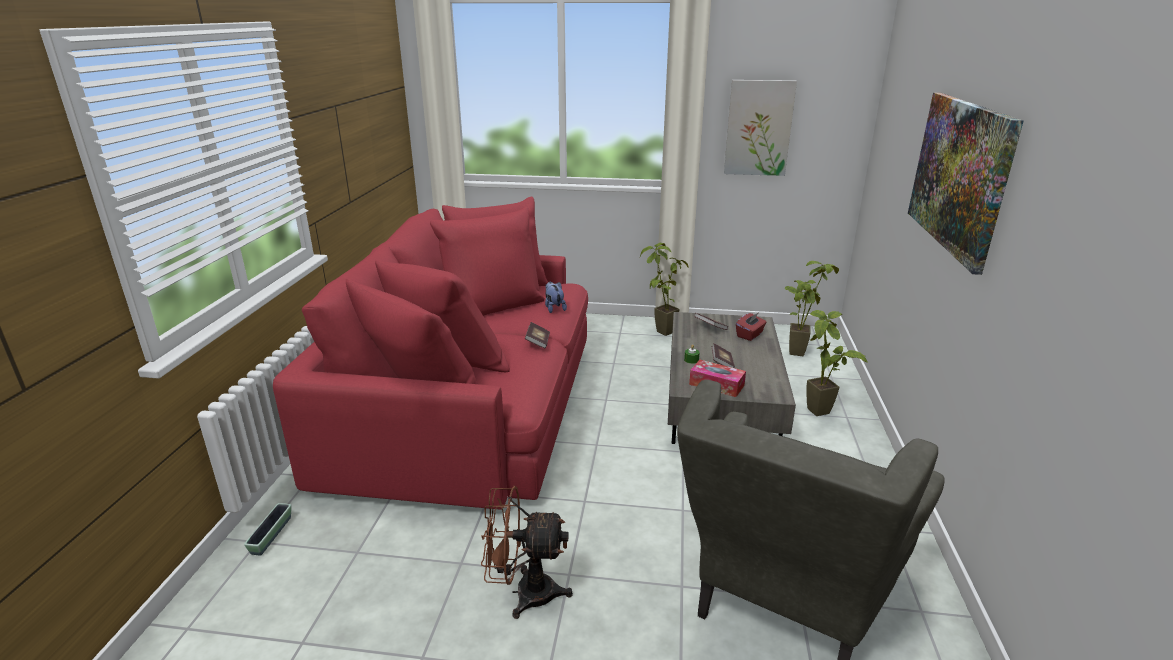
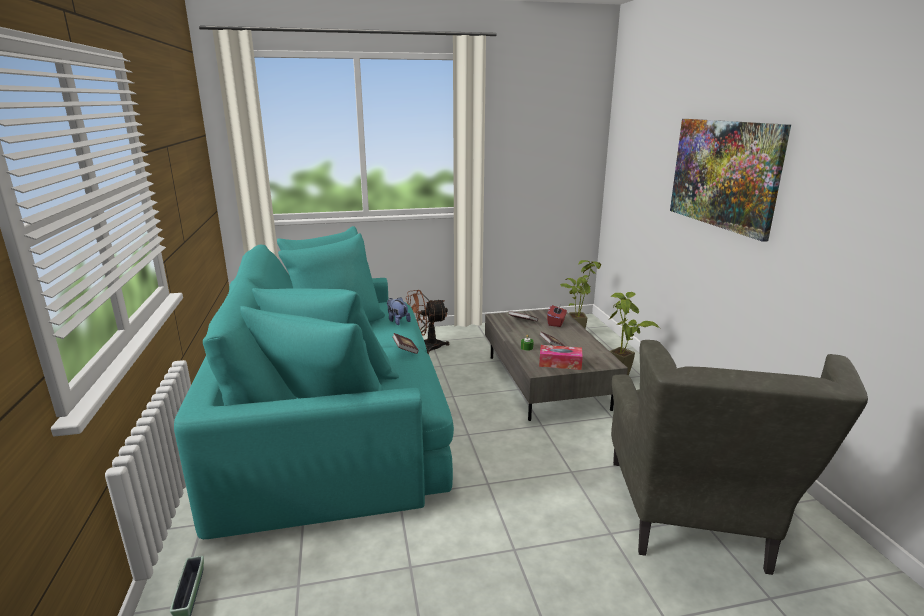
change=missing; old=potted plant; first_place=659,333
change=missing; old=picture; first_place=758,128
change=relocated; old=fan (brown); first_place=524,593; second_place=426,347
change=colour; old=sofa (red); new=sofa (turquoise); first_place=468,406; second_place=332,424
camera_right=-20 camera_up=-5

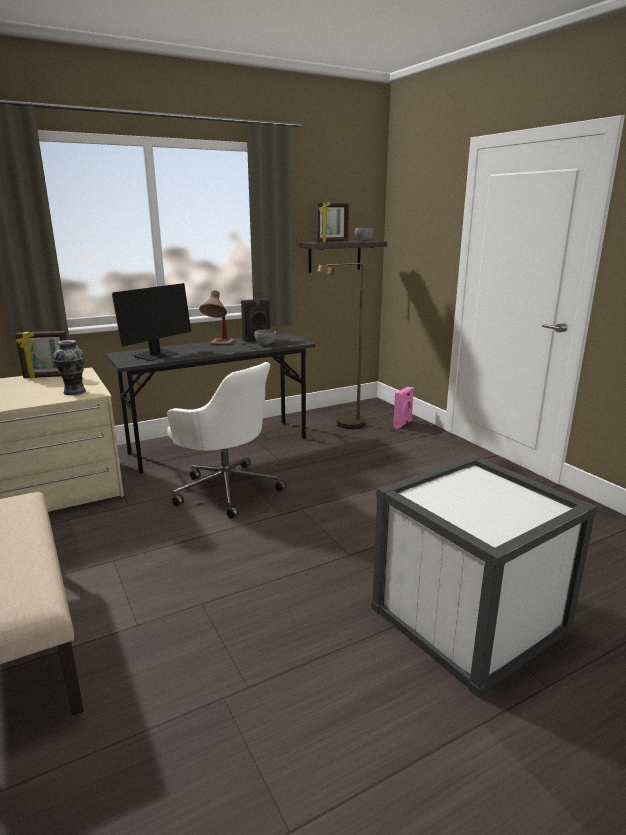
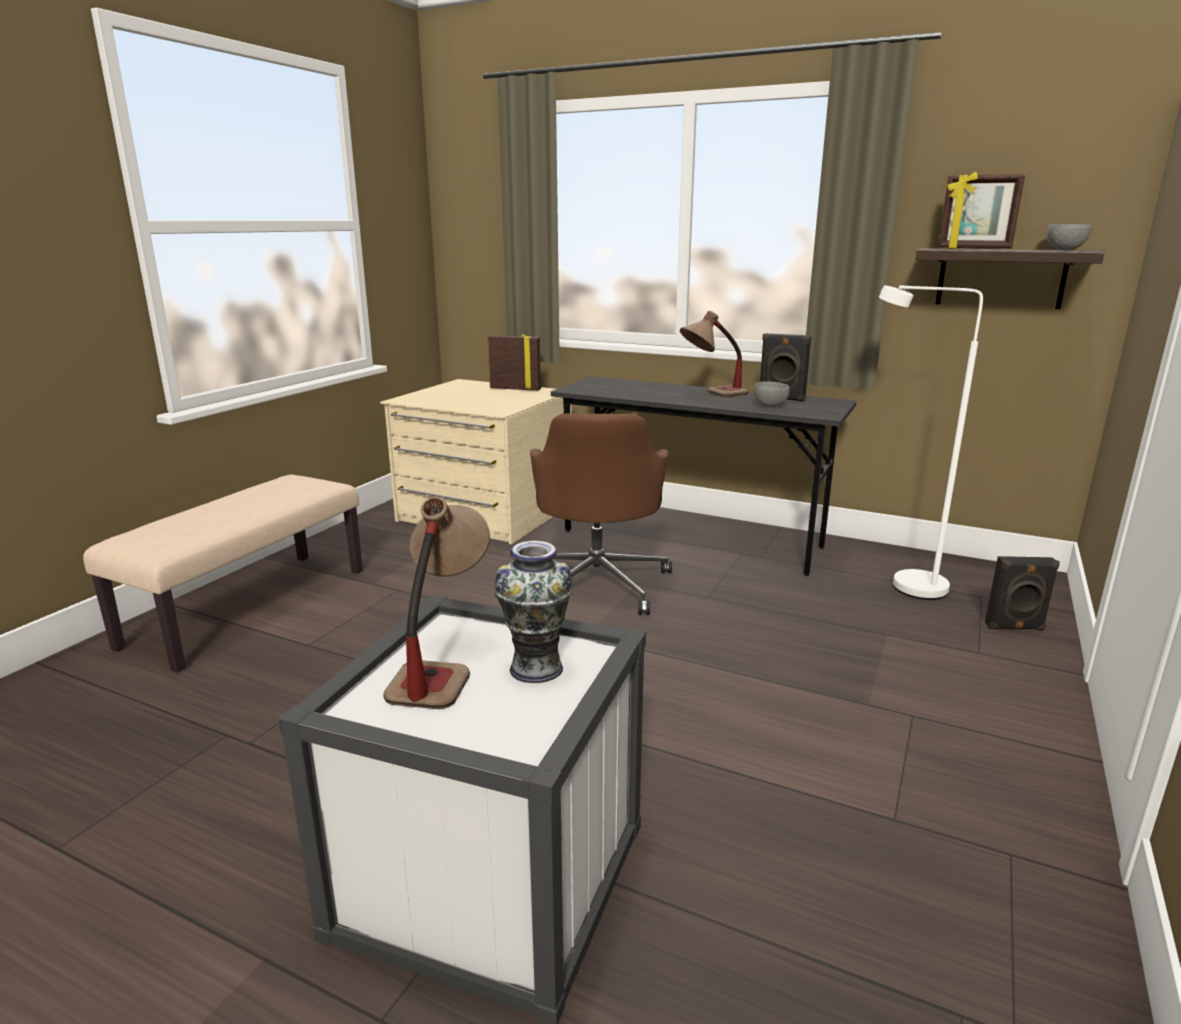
change=missing; old=monitor; first_place=155,355
change=appeared; new=table lamp; second_place=441,665
change=relocated; old=vase; first_place=74,392; second_place=536,669
change=colour; old=office chair (white); new=office chair (brown); first_place=226,489; second_place=598,583
change=colour; old=floor lamp (brown); new=floor lamp (white); first_place=344,425; second_place=903,586
change=colour; old=speaker (pink); new=speaker (black); first_place=403,424; second_place=1014,627
change=spun; old=picture frame; first_place=47,377; second_place=515,389; degrees=150
camera_right=55 camera_up=0

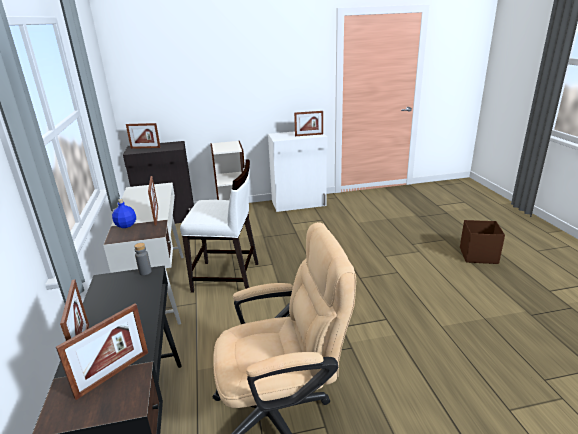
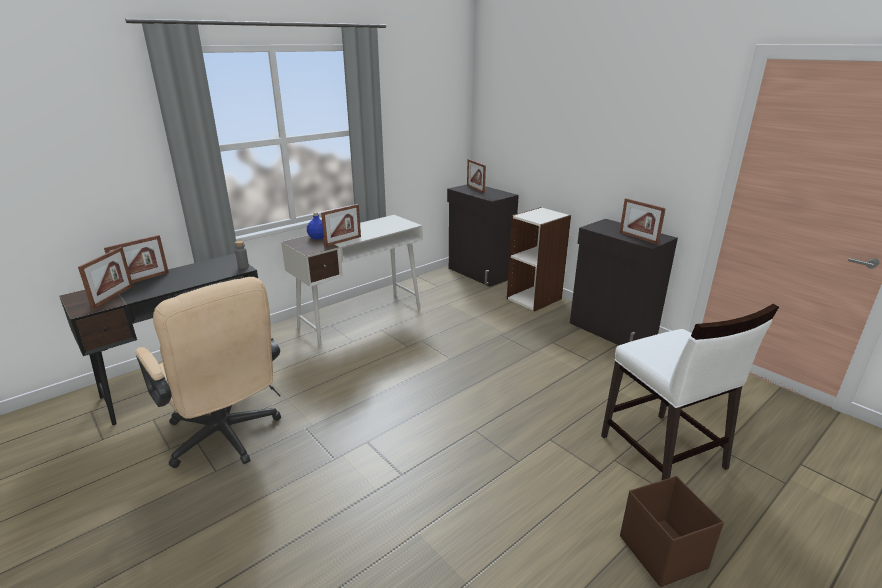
change=relocated; old=chair (white); first_place=227,277; second_place=662,452
change=colour; old=cabinet (white); new=cabinet (black); first_place=299,203; second_place=611,331
change=spun; old=picture frame; first_place=113,374; second_place=113,297; degrees=-90
camera_right=60 camera_up=0

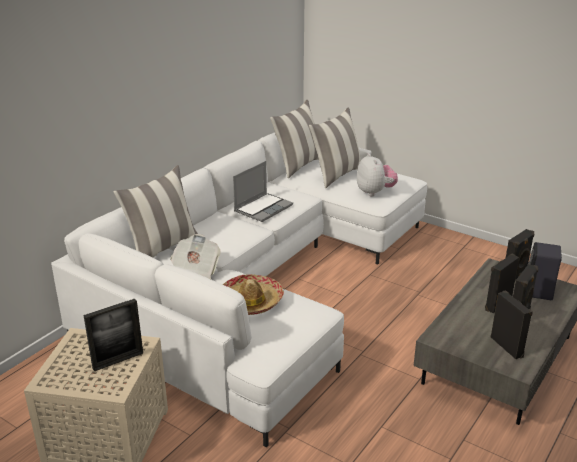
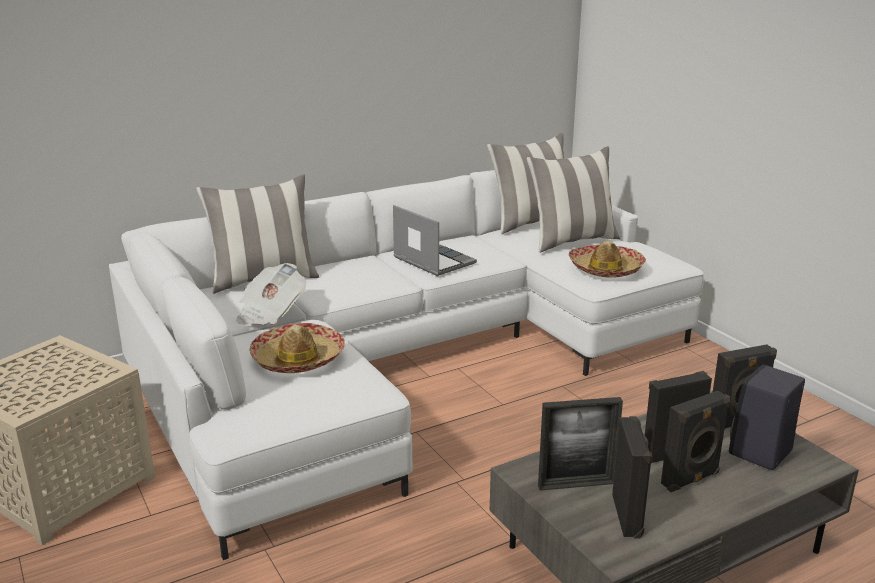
change=relocated; old=picture frame; first_place=118,360; second_place=576,484
change=exchanged; old=plush toy; new=hat; first_place=375,192; second_place=606,269
change=spun; old=laptop; first_place=263,208; second_place=432,261; degrees=-105
camera_right=25 camera_up=-5

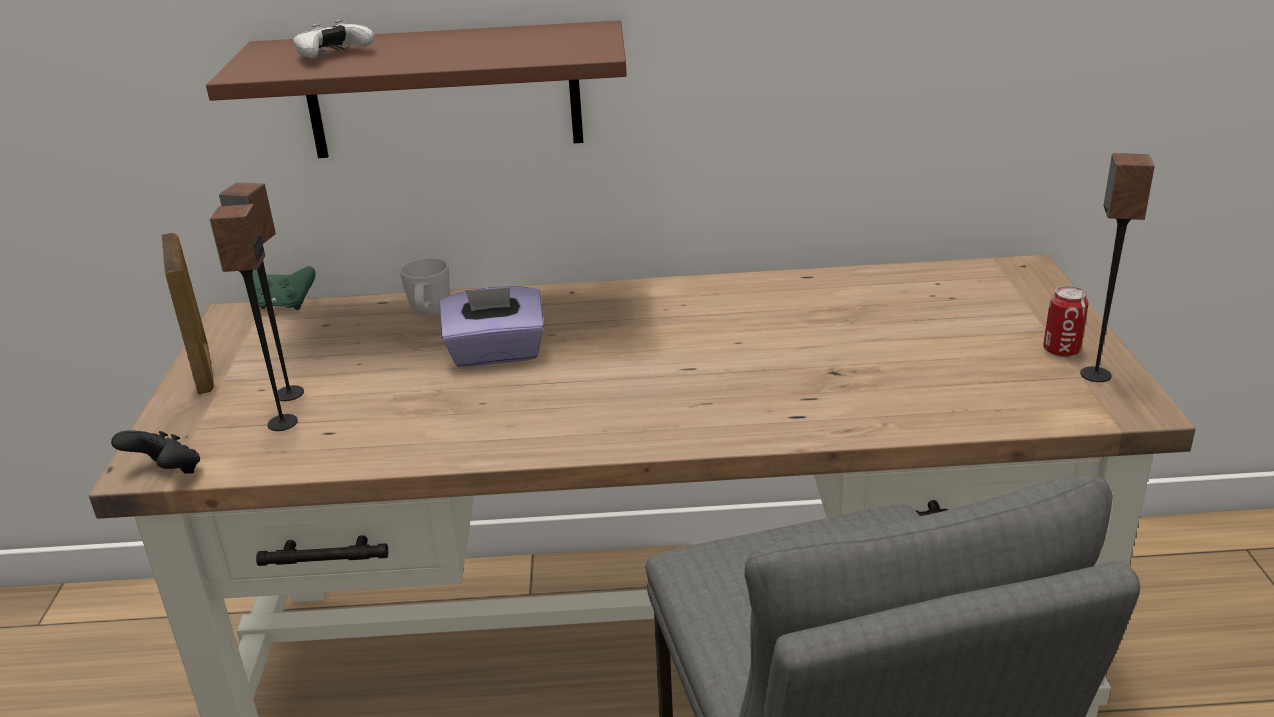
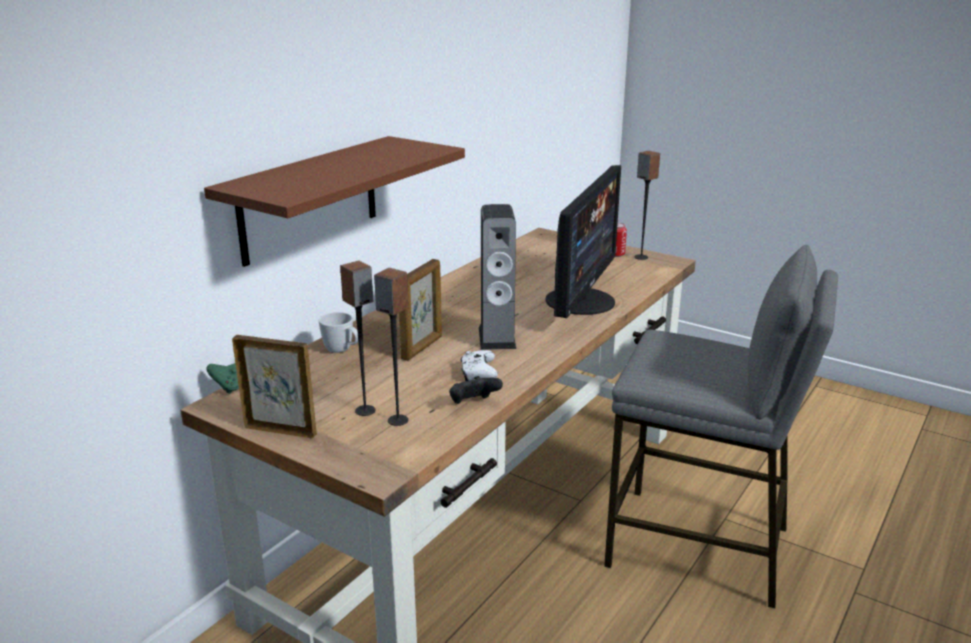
change=appeared; new=speaker; second_place=497,337
change=appeared; new=monitor; second_place=581,301
change=relocated; old=game controller (black); first_place=167,473; second_place=473,404
change=relocated; old=game controller (white); first_place=332,54; second_place=478,373
change=exchanged; old=tissue box (purple); new=picture frame; first_place=496,354; second_place=422,347
camera_right=-55 camera_up=-5

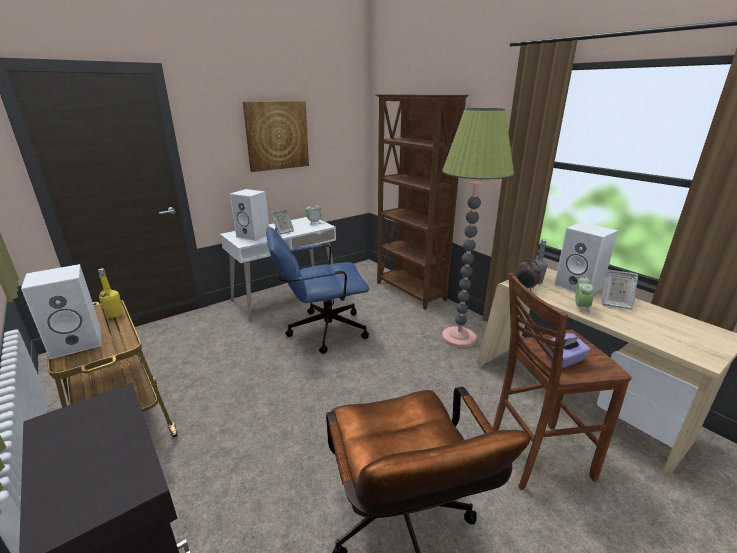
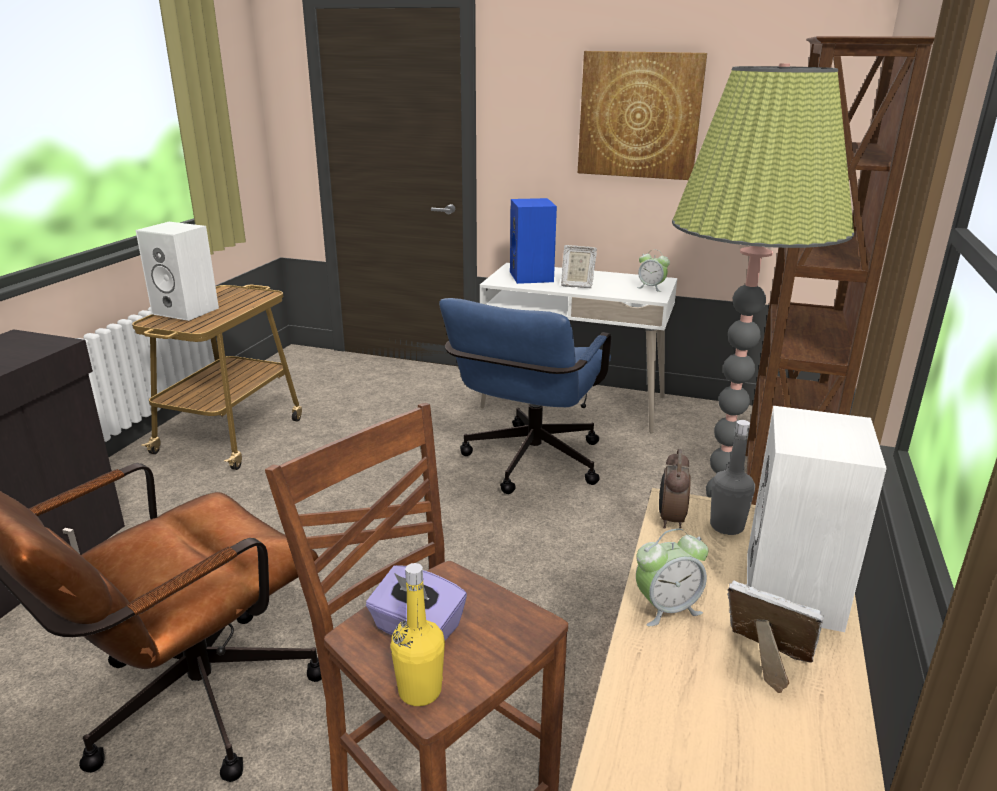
change=relocated; old=bottle (yellow); first_place=114,314; second_place=420,691
change=colour; old=speaker (white); new=speaker (blue); first_place=254,235; second_place=532,277
change=spun; old=office chair (blue); first_place=320,331; second_place=528,466; degrees=-105
change=spun; old=picture frame; first_place=614,304; second_place=766,663; degrees=135
camera_right=55 camera_up=0

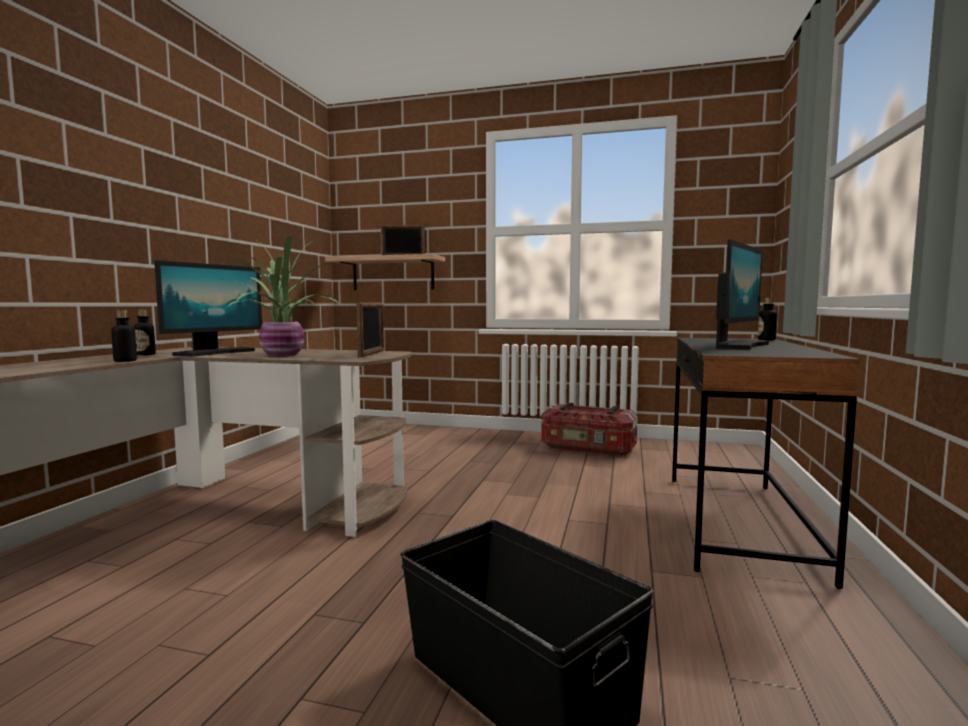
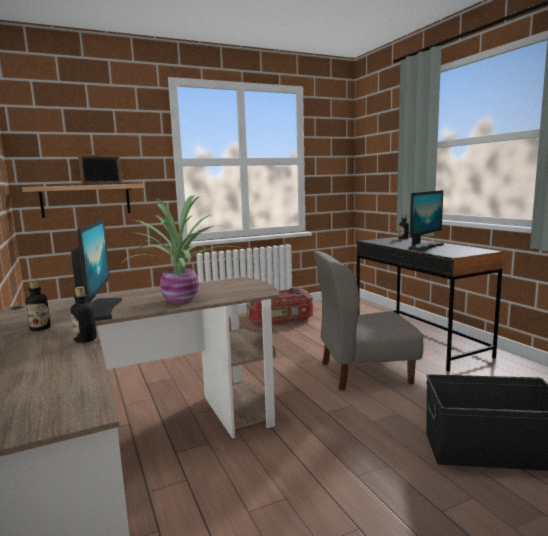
change=missing; old=picture frame; first_place=371,354
change=appeared; new=chair (grey); second_place=364,372
change=spun; old=monitor; first_place=739,346; second_place=424,246; degrees=45
camera_right=-40 camera_up=5

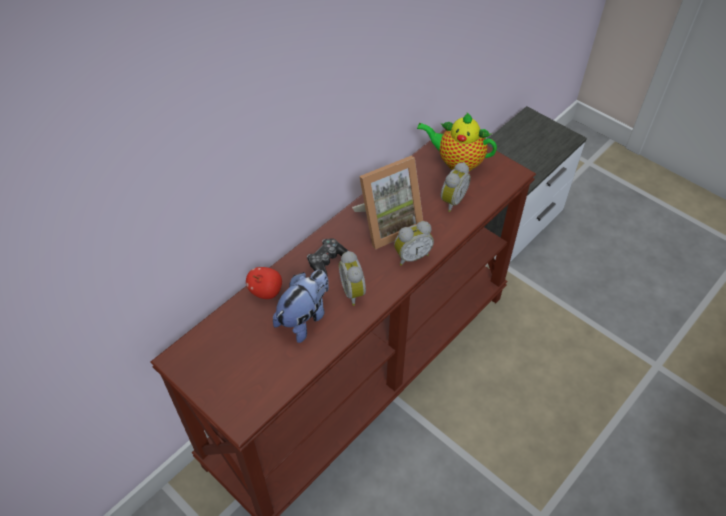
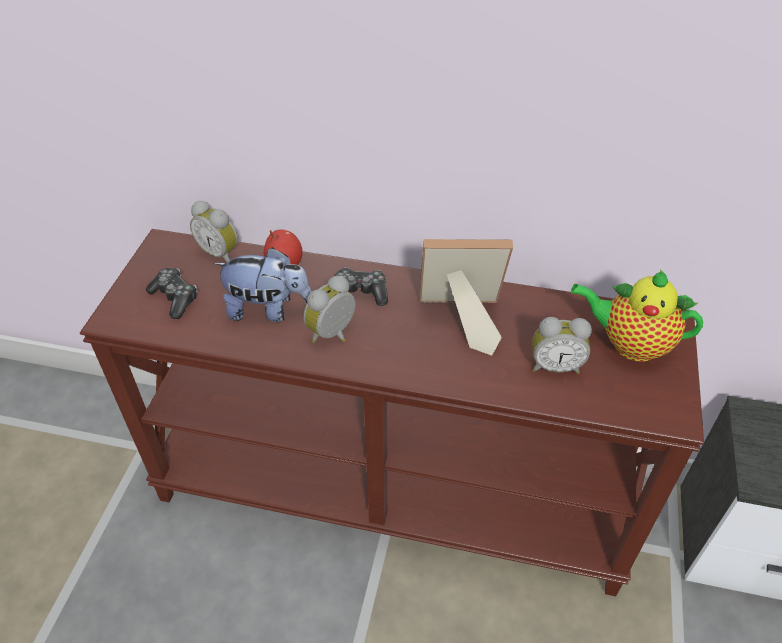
change=appeared; new=game controller; second_place=175,298
change=relocated; old=alarm clock; first_place=411,256; second_place=221,253
change=spun; old=picture frame; first_place=387,224; second_place=460,320; degrees=150
change=spun; old=teapot; first_place=457,162; second_place=629,344; degrees=-60
camera_right=60 camera_up=-5

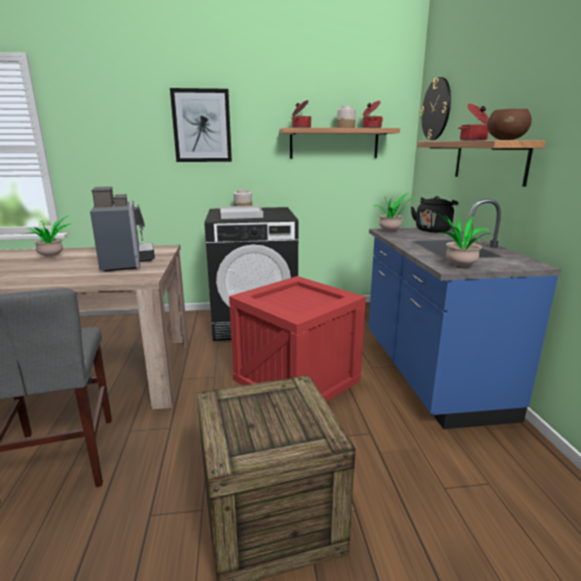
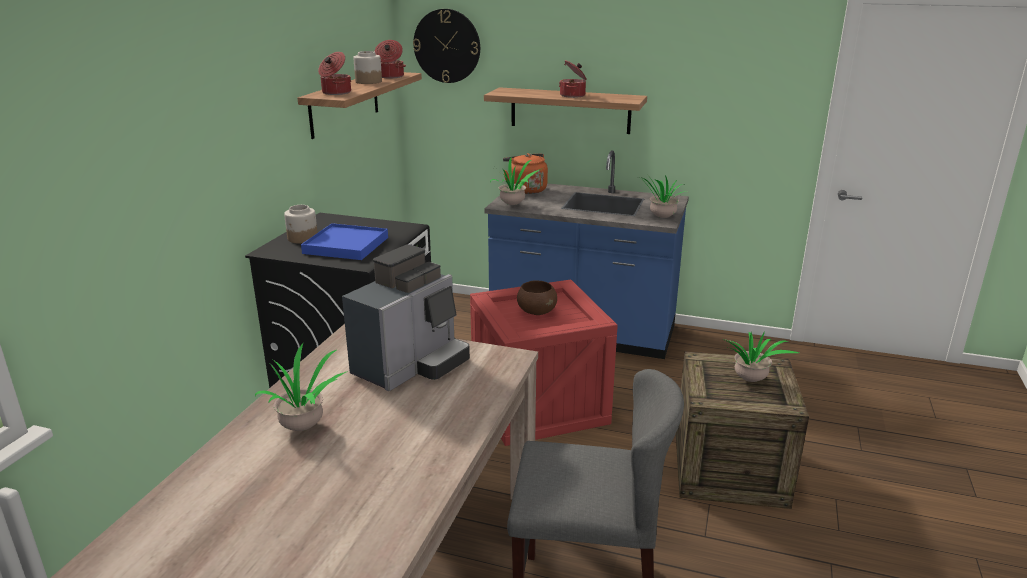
change=missing; old=picture; first_place=202,126
change=appeared; new=potted plant; second_place=750,381
change=relocated; old=bowl (brown); first_place=506,140; second_place=536,312
change=colour; old=tray (white); new=tray (blue); first_place=241,215; second_place=346,245
change=colour; old=kettle (black); new=kettle (orange); first_place=433,230; second_place=526,189
change=spun; old=coffee machine; first_place=126,261; second_place=411,365; degrees=120
camera_right=-65 camera_up=5

